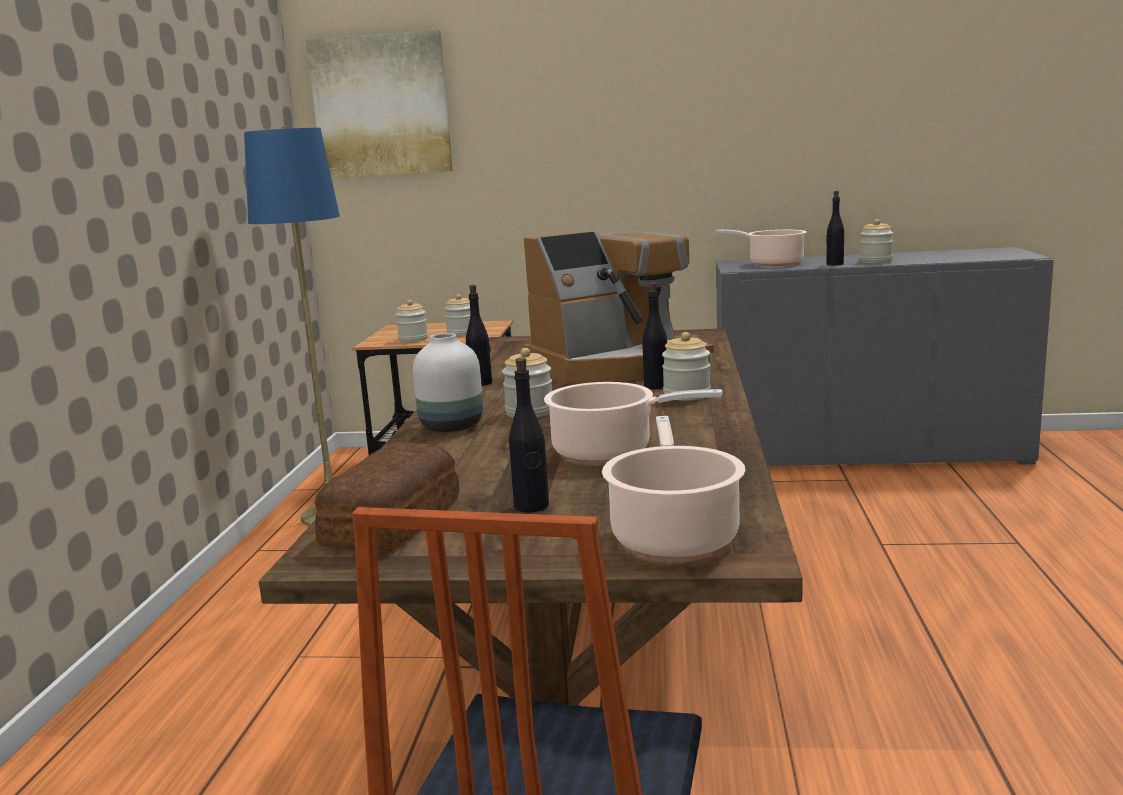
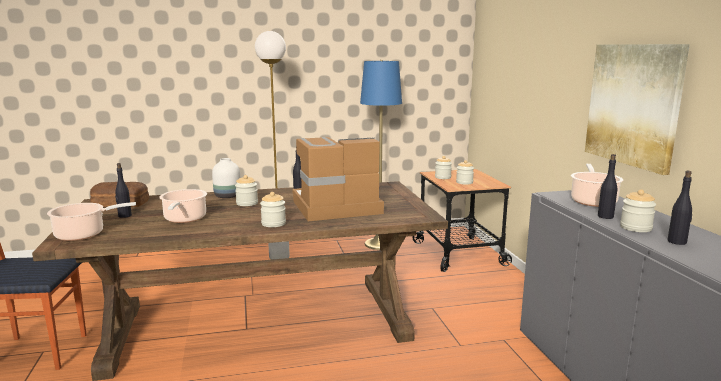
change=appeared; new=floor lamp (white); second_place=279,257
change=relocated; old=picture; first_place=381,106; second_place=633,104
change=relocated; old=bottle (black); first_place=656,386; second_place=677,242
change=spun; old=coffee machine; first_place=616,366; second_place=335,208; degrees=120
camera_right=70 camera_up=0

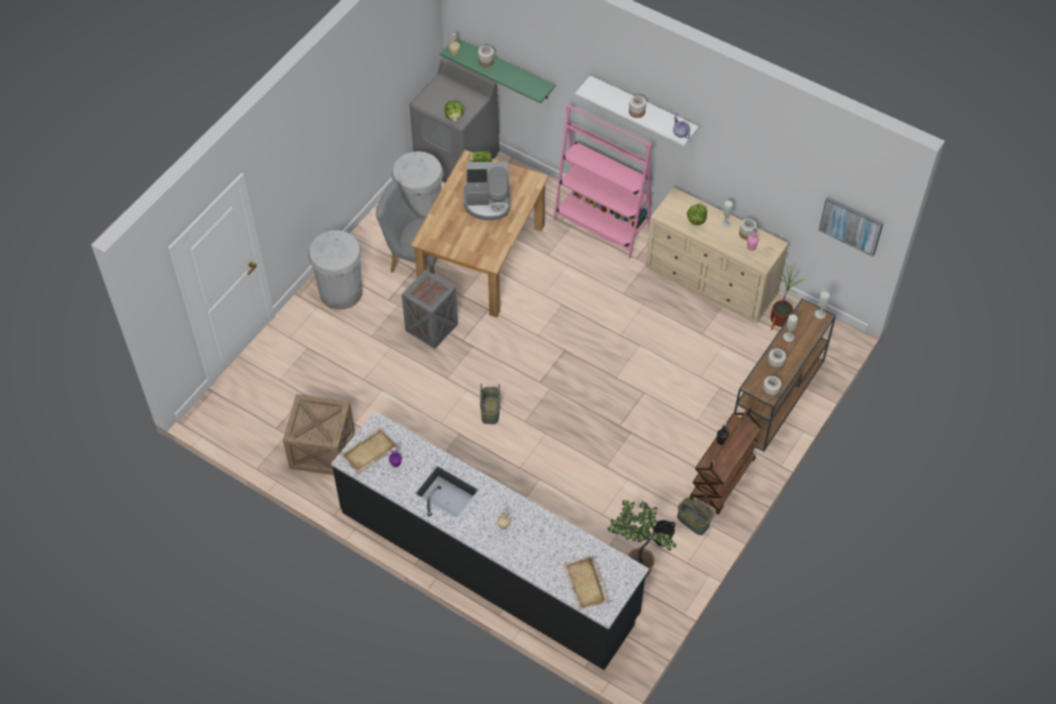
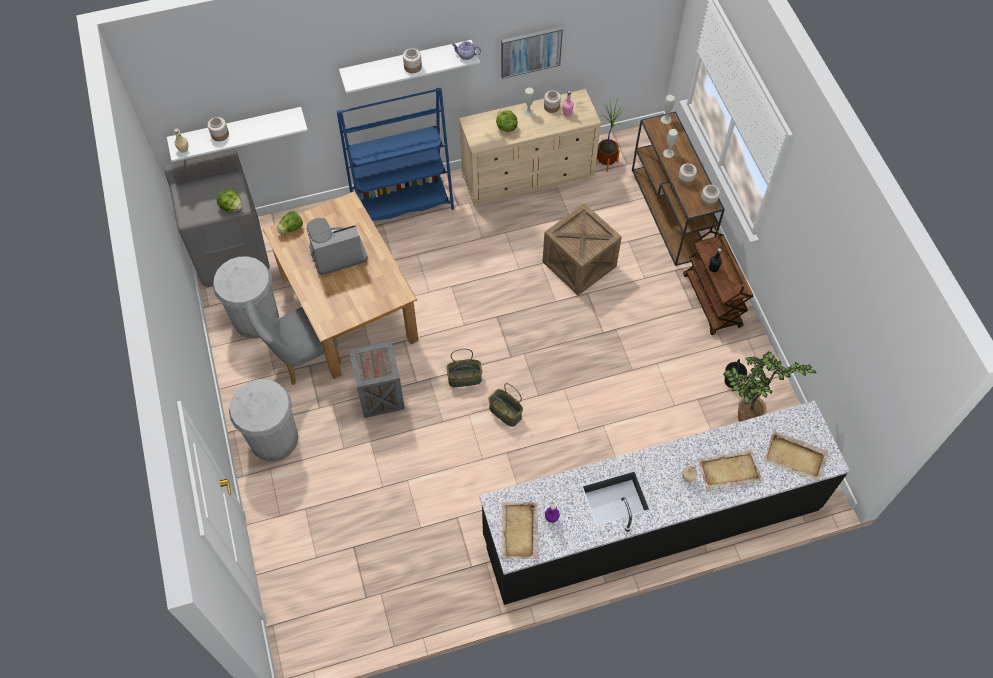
change=appeared; new=tray (beige); second_place=728,470
change=relocated; old=crate; first_place=322,449; second_place=579,264
change=relocated; old=basket; first_place=693,521; second_place=465,377
change=relocated; old=picture; first_place=851,225; second_place=530,51
change=colour; old=shelf (green); new=shelf (white); first_place=505,69; second_place=237,130
change=colour; old=bookcase (pink); new=bookcase (blue); first_place=602,224; second_place=402,202
change=spun; old=coffee machine; first_place=488,203; second_place=337,252; degrees=-150
camera_right=-50 camera_up=5

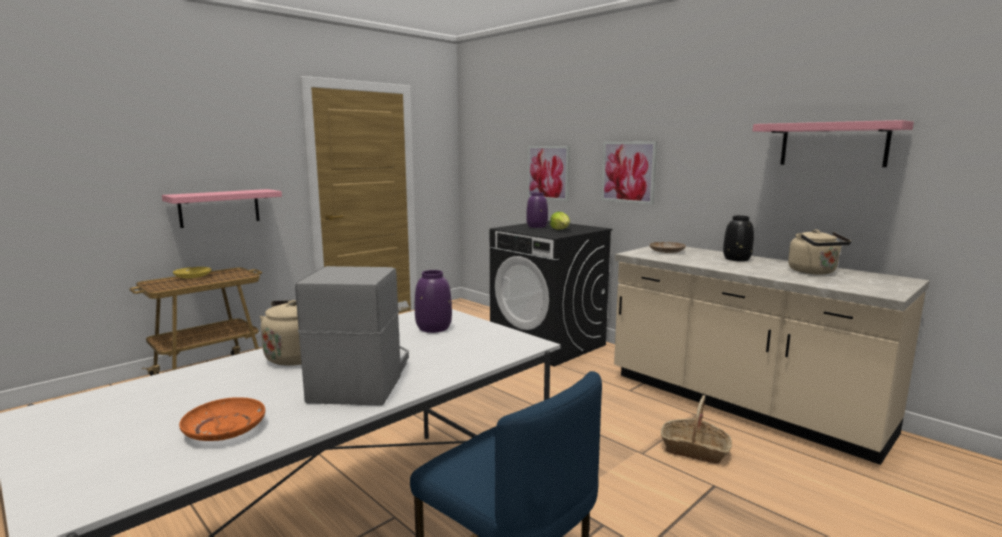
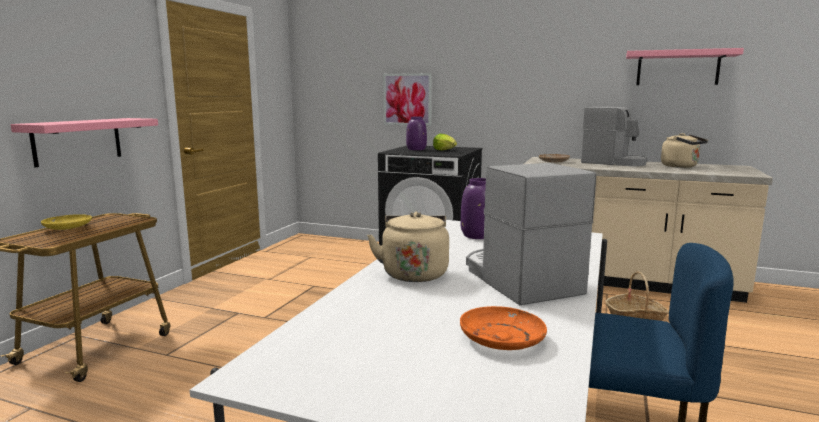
change=missing; old=picture; first_place=628,172
change=exchanged; old=vase (black); new=coffee machine; first_place=736,259; second_place=613,162
camera_right=-25 camera_up=0

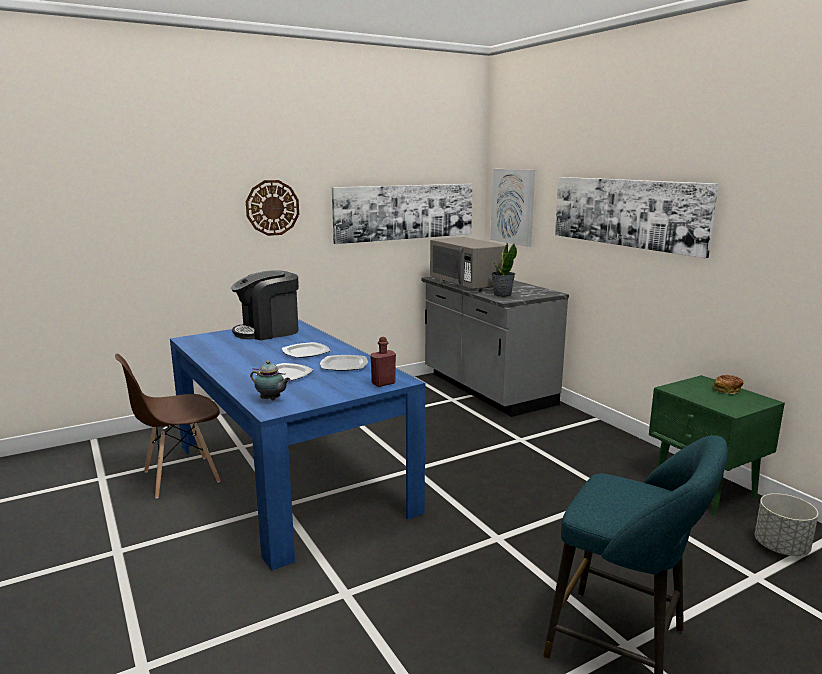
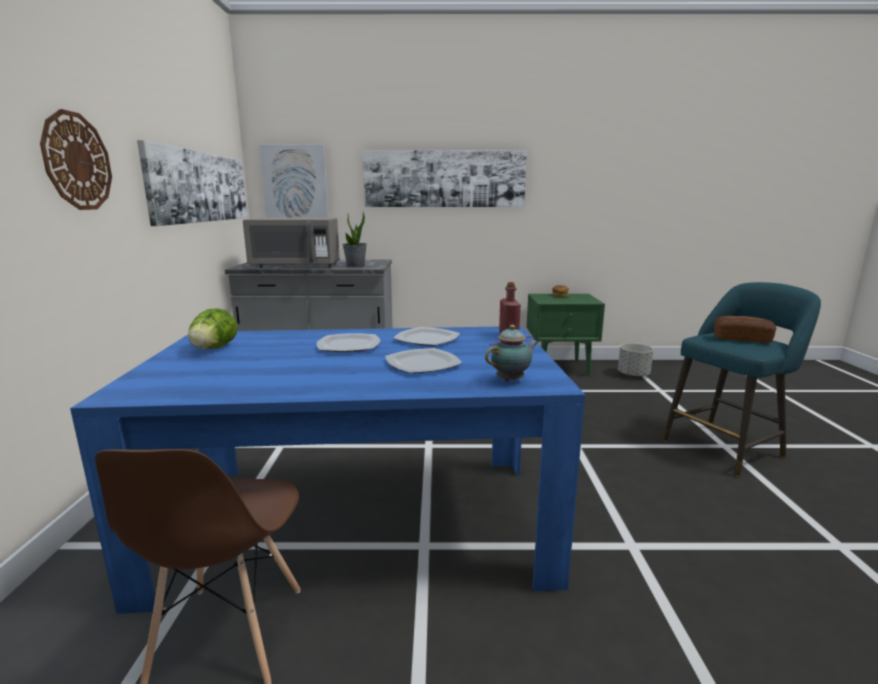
change=appeared; new=bread; second_place=741,339
change=exchanged; old=coffee machine; new=lettuce; first_place=268,331; second_place=213,349
camera_right=-60 camera_up=0

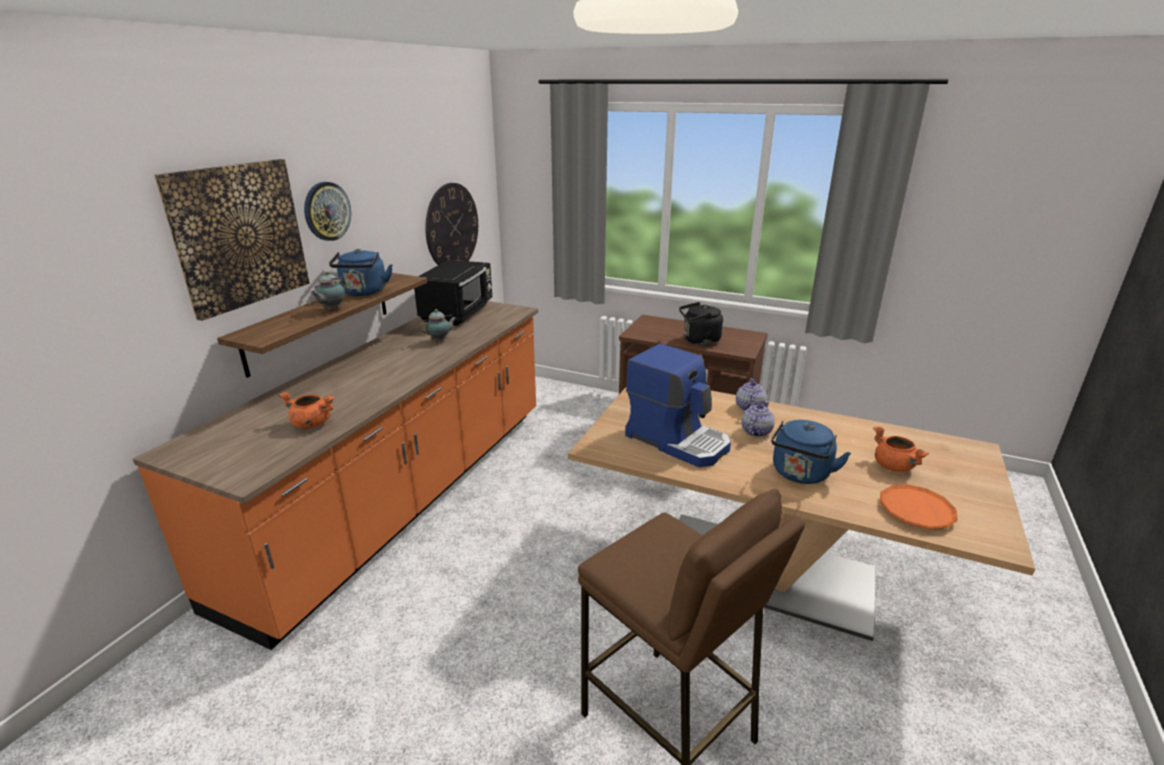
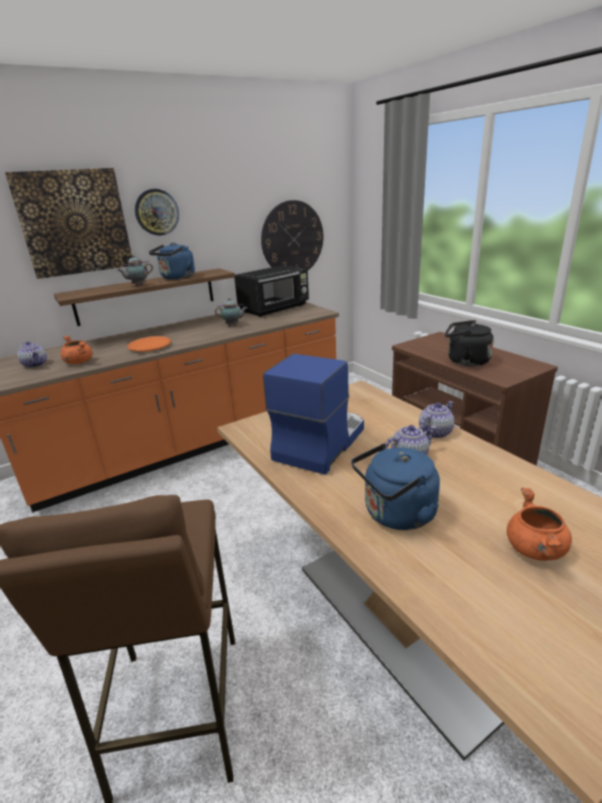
change=appeared; new=teapot; second_place=35,364
change=relocated; old=plate (orange); first_place=916,511; second_place=150,347
change=spun; old=coffee machine; first_place=678,440; second_place=319,442; degrees=-135
camera_right=35 camera_up=0

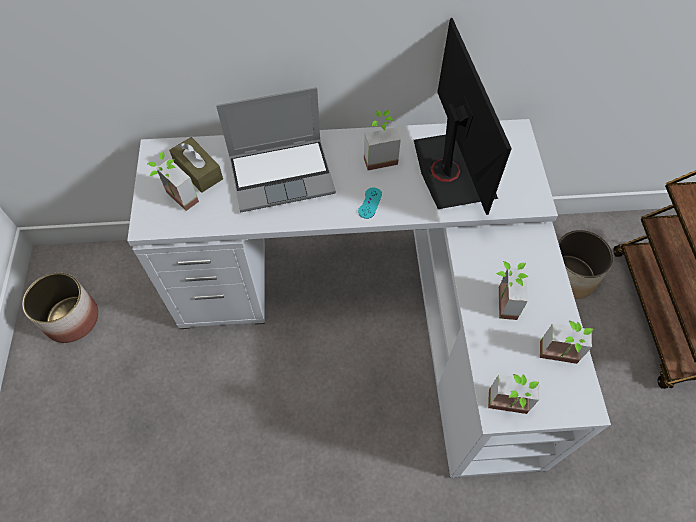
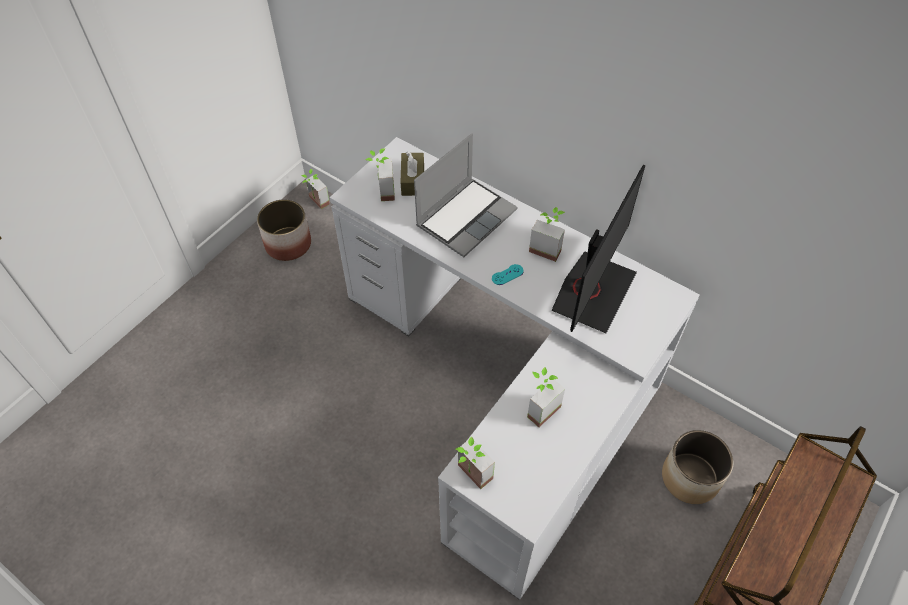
change=relocated; old=potted plant; first_place=558,359; second_place=315,202
change=spun; old=laptop; first_place=282,174; second_place=466,217; degrees=-75
camera_right=40 camera_up=-5

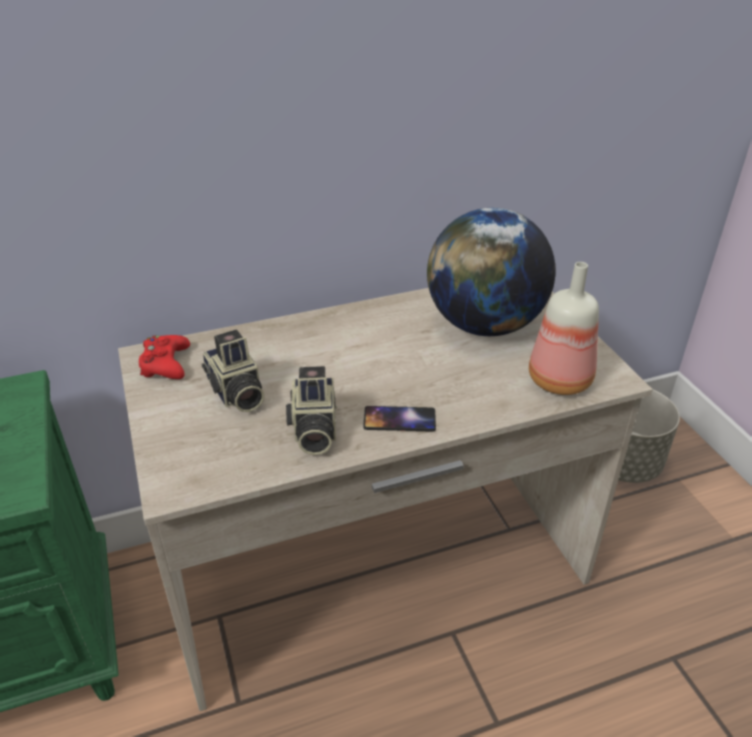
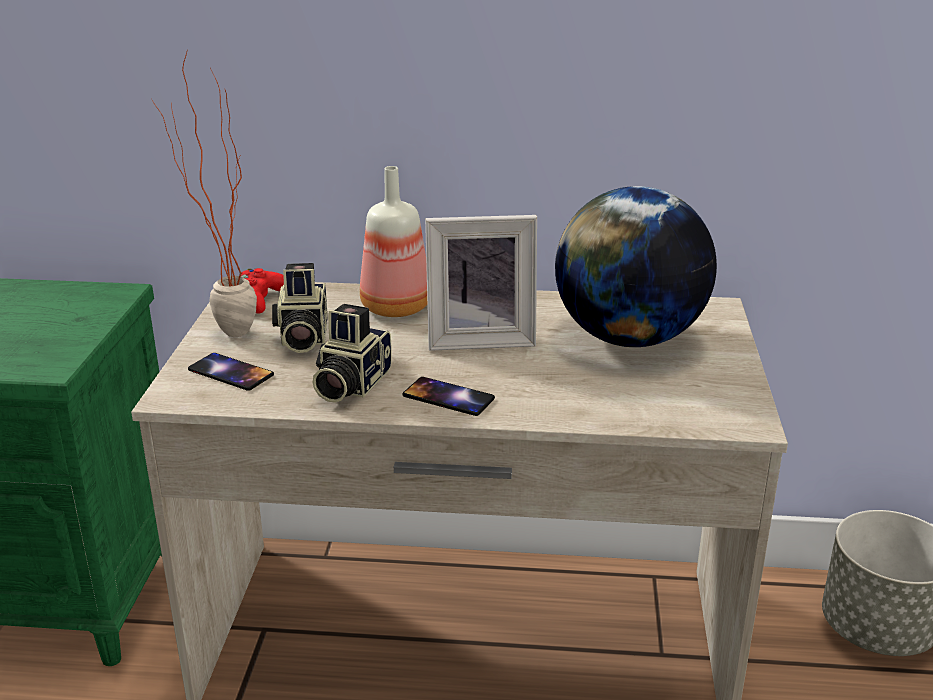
change=appeared; new=potted plant; second_place=222,333
change=appeared; new=phone; second_place=231,372
change=appeared; new=picture frame; second_place=480,338
change=relocated; old=bottle; first_place=561,381; second_place=397,308
camera_right=25 camera_up=-10

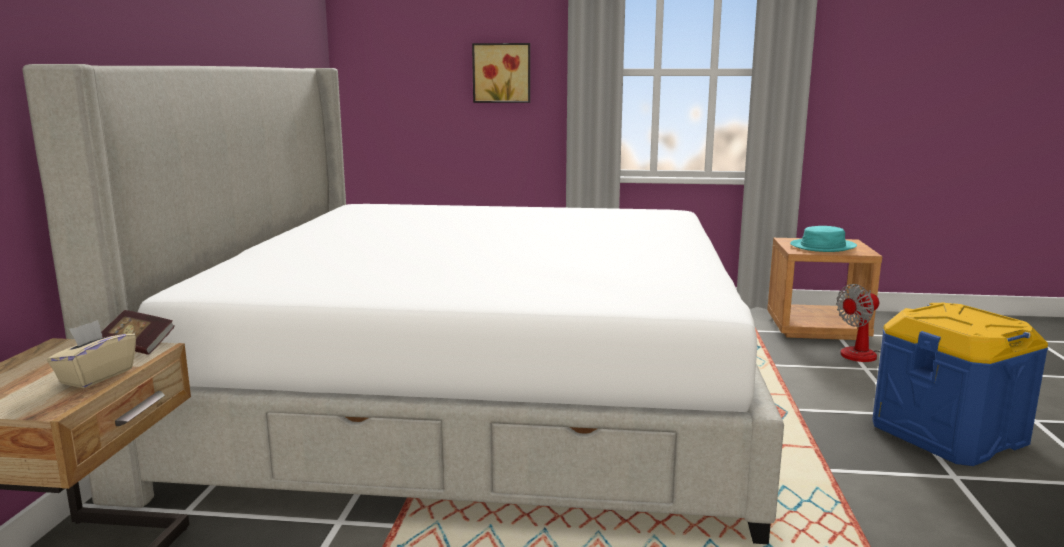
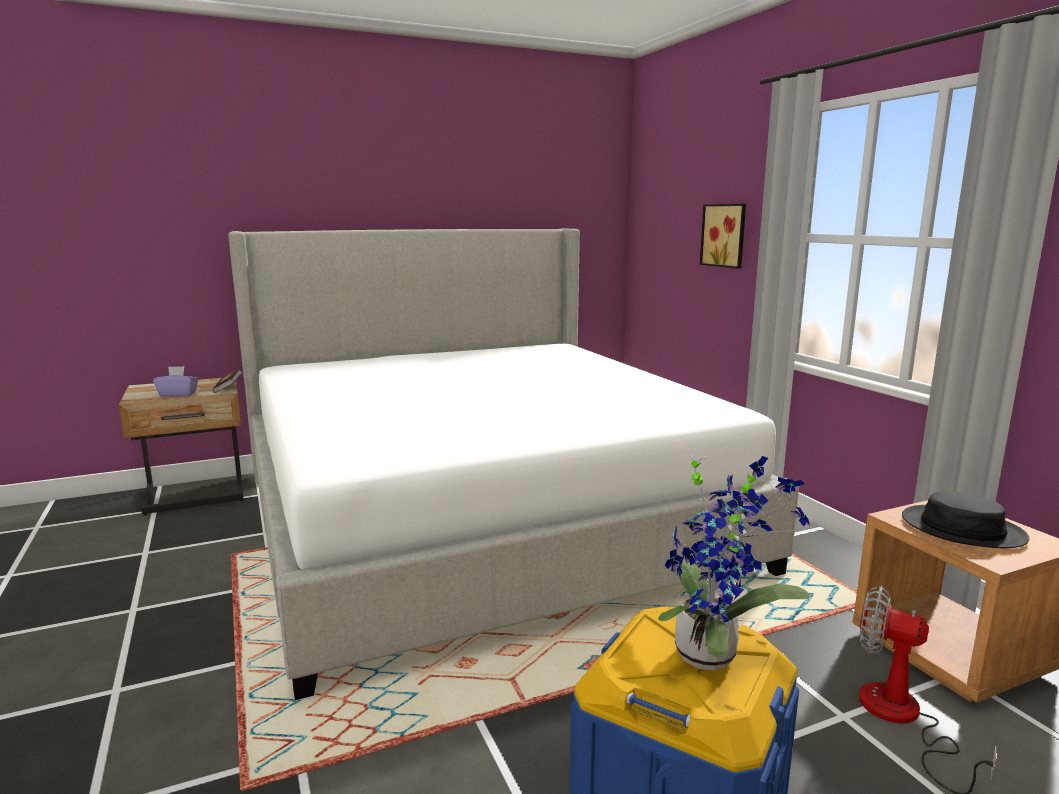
change=appeared; new=potted plant; second_place=712,653
change=colour; old=tissue box (beige); new=tissue box (purple); first_place=96,376; second_place=178,394
change=colour; old=hat (turquoise); new=hat (black); first_place=822,246; second_place=962,528
camera_right=60 camera_up=0

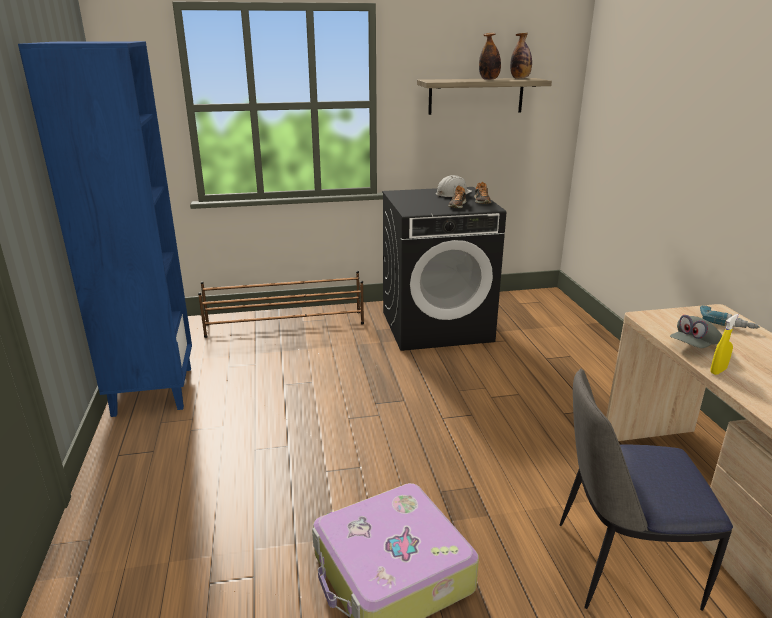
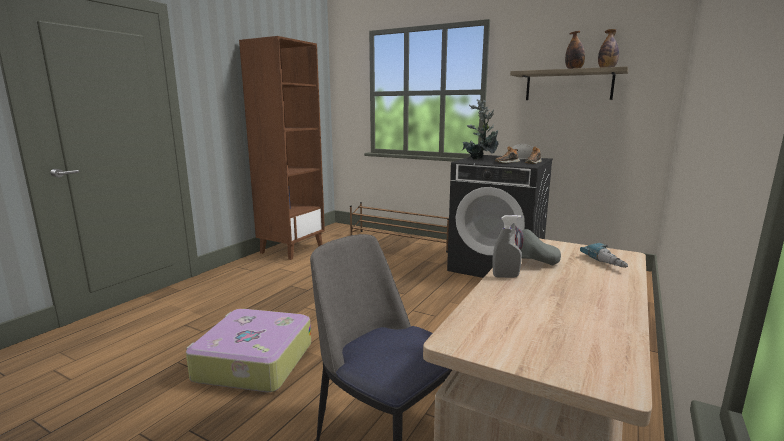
change=appeared; new=potted plant; second_place=480,160
change=colour; old=bookcase (blue); new=bookcase (brown); first_place=152,390; second_place=292,249
change=colour; old=spray bottle (yellow); new=spray bottle (grey); first_place=718,371; second_place=505,276
camera_right=40 camera_up=-10

